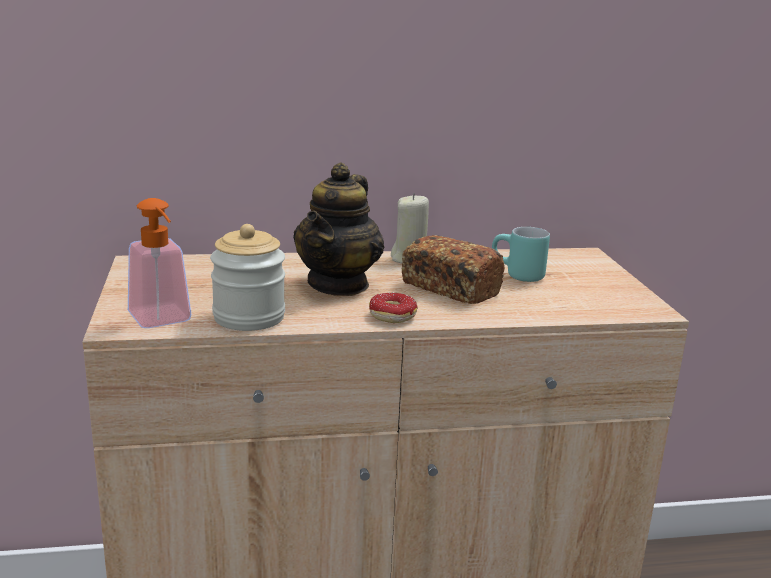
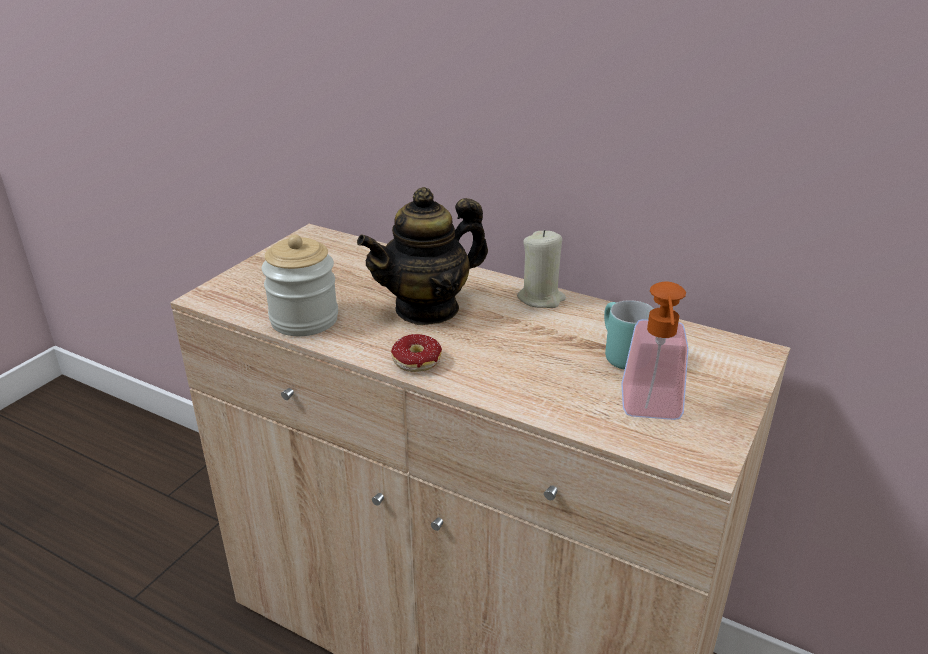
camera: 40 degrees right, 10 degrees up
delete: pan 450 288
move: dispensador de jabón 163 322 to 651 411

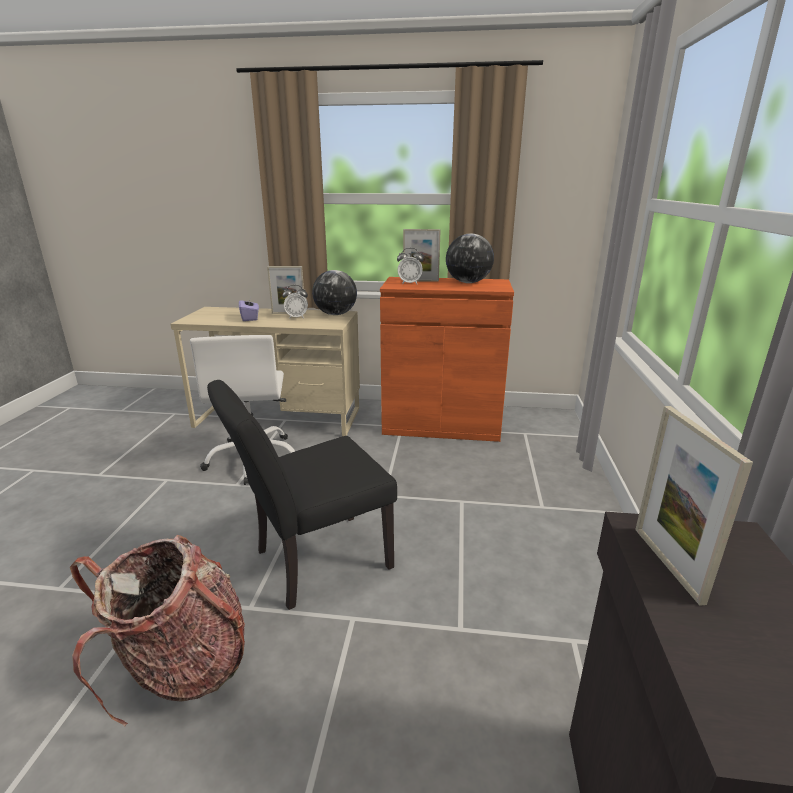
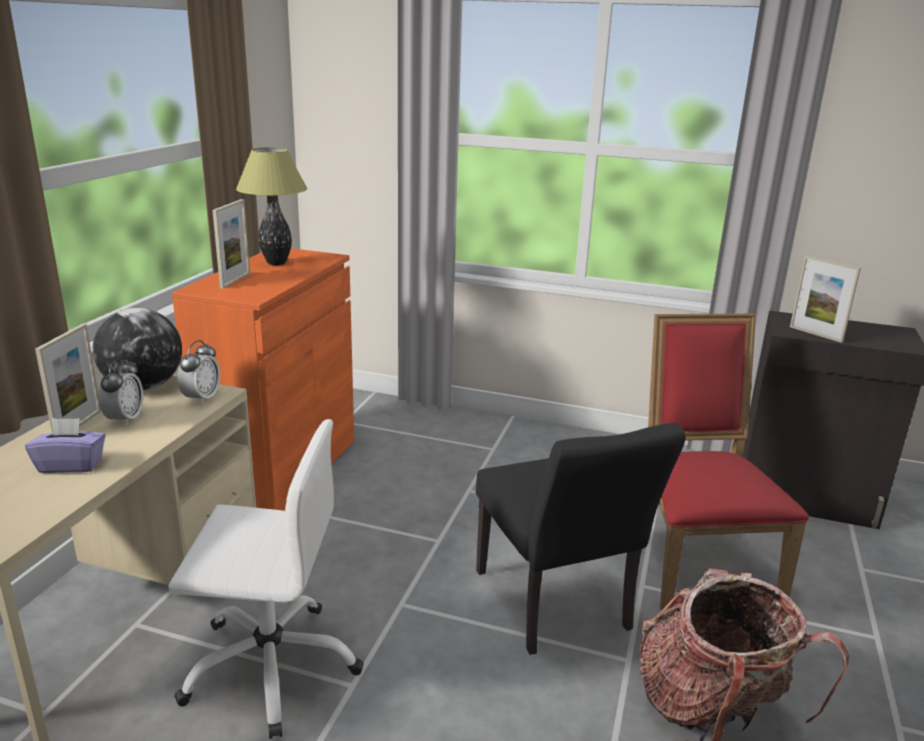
camera: 80 degrees left, 0 degrees up
insert: silla [rojo] 696 562
move: despertador 410 283 to 201 398
replace: globo terráqueo 468 282 to lámpara de mesa 276 263
rotate: portarretratos 667 563 = 815 334 45 degrees clockwise

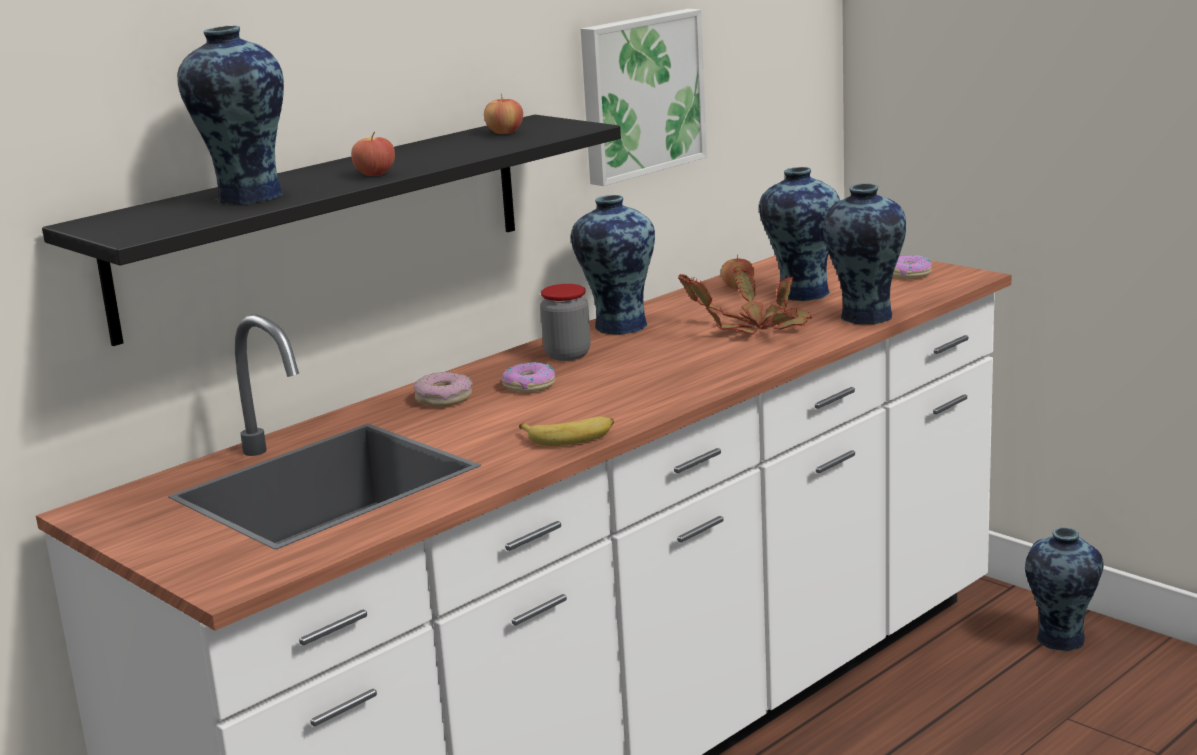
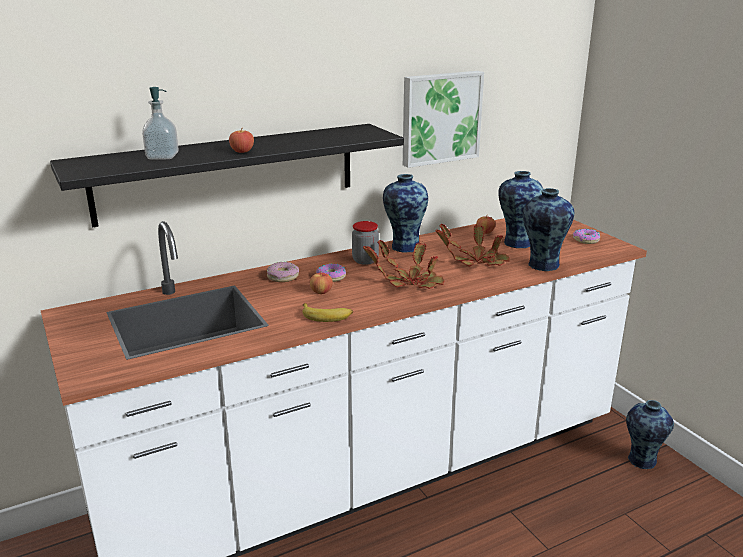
camera: 15 degrees right, 5 degrees up
insert: planta en maceta 410 282
move: manzana 505 132 to 321 292
replace: florero 245 197 to dispensador de jabón 162 157

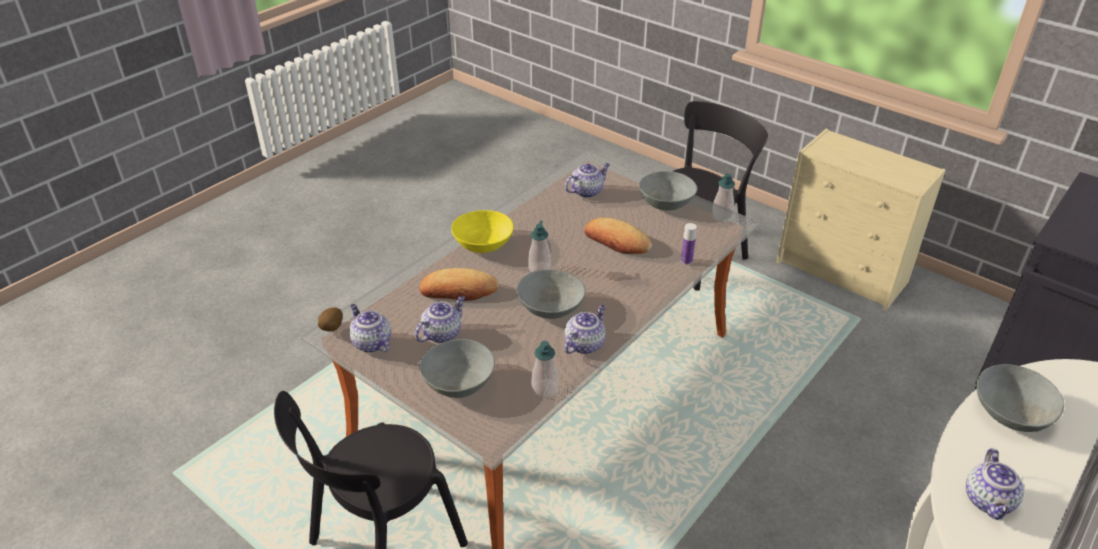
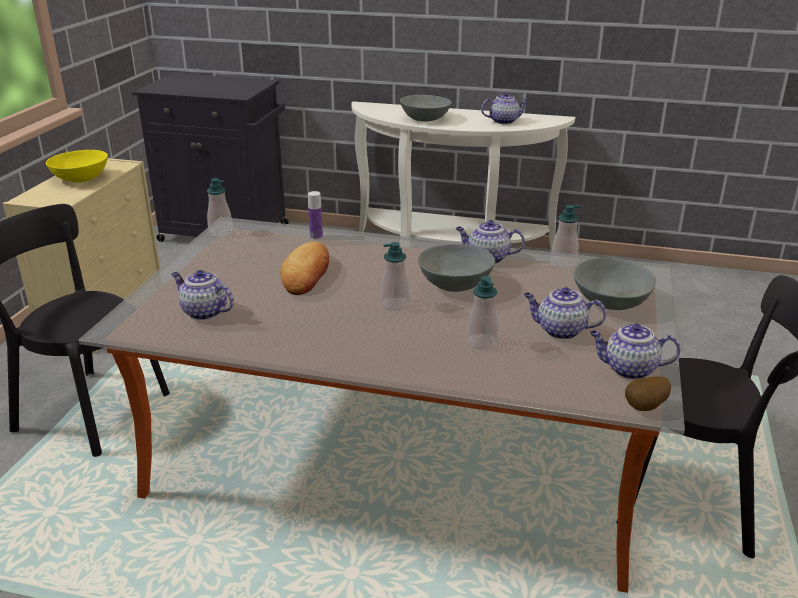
camera: 115 degrees left, 10 degrees down
delete: cuenco [gris] 666 203
move: cuenco [amarillo] 483 245 to 82 178
replace: pan 459 290 to dispensador de jabón 482 342
rotate: tetera 371 343 = 628 369 75 degrees clockwise

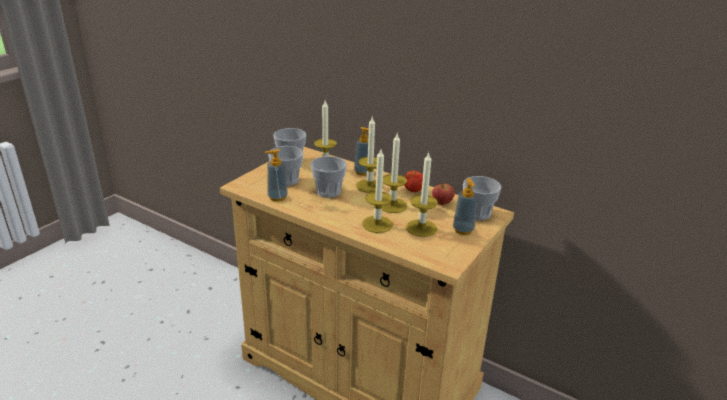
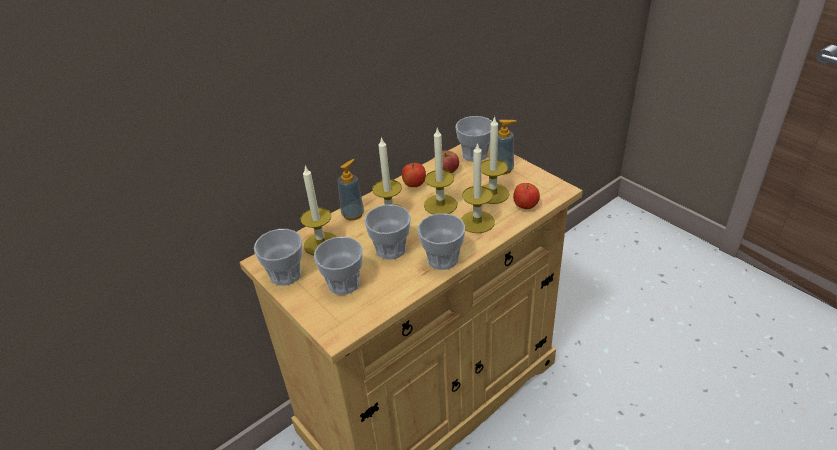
camera: 70 degrees left, 10 degrees up
delete: dispensador de jabón 277 197
insert: taza 442 259; manzana 525 206

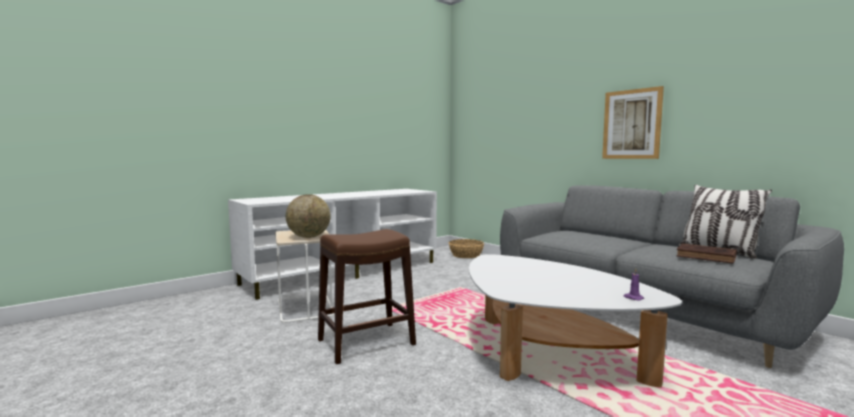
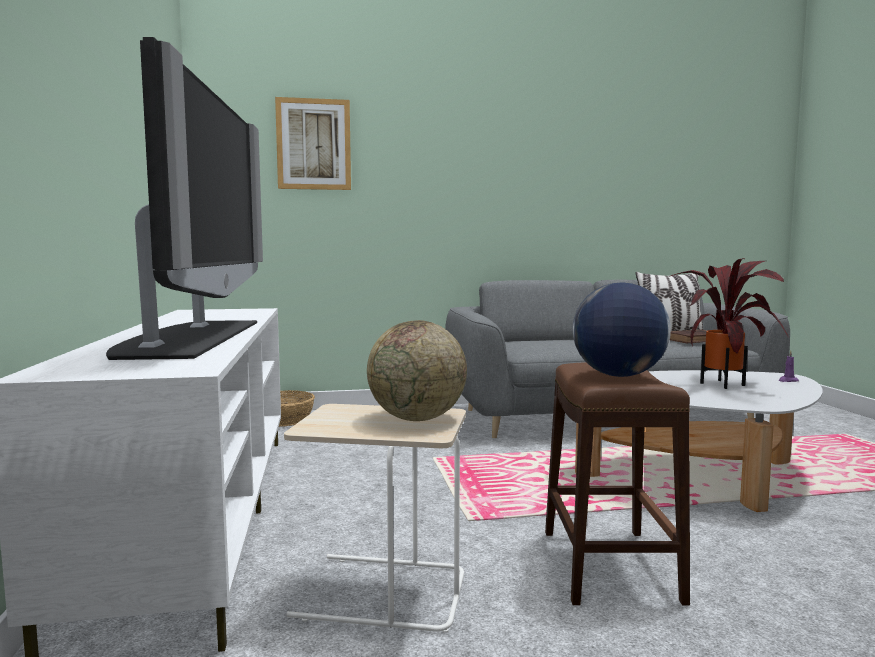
camera: 60 degrees left, 0 degrees up
insert: televisor 191 337; globo terráqueo 618 376; planta en maceta 727 384
move: cuadro 631 124 to 313 144

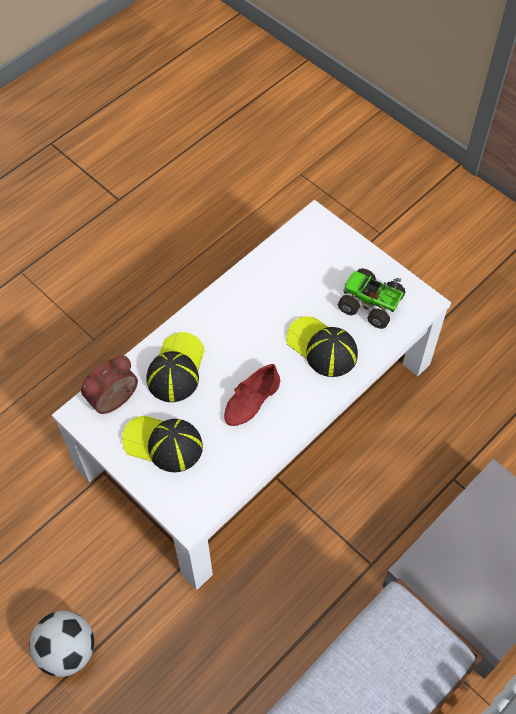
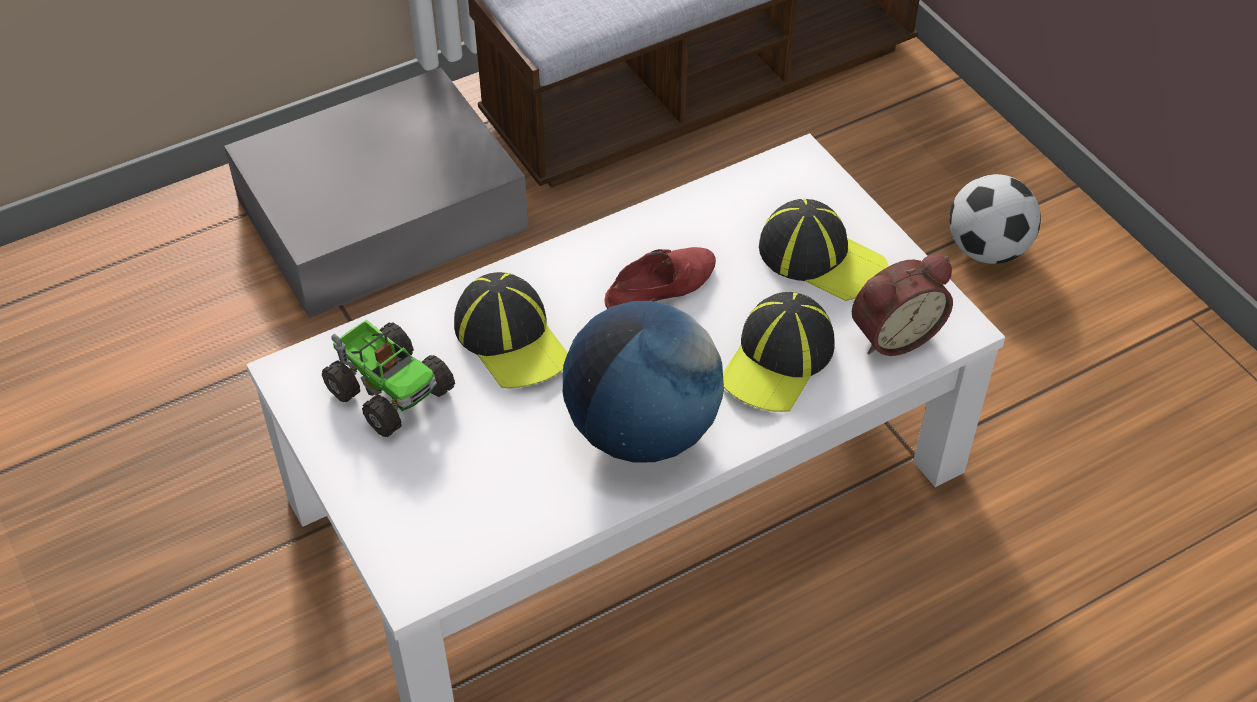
camera: 165 degrees left, 10 degrees down
insert: globo terráqueo 642 430

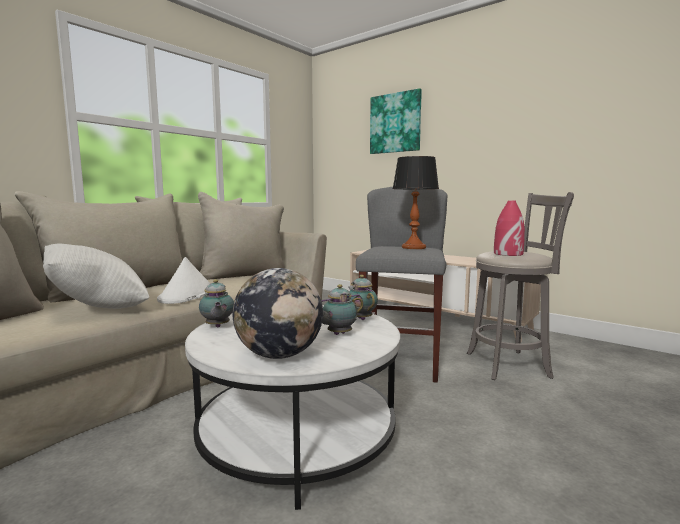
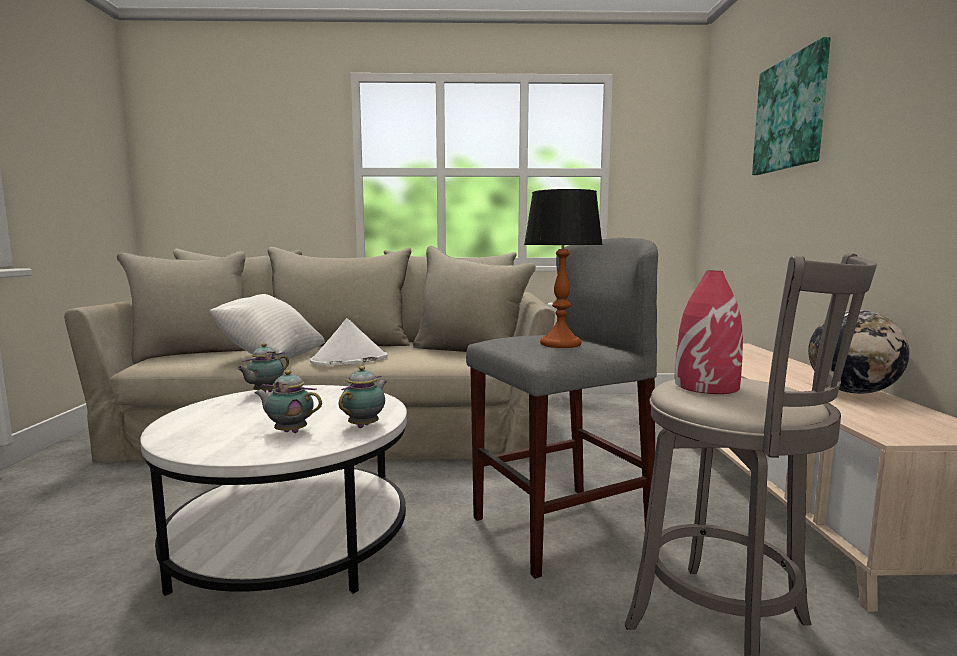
camera: 50 degrees right, 0 degrees up
move: globo terráqueo 279 355 to 852 392

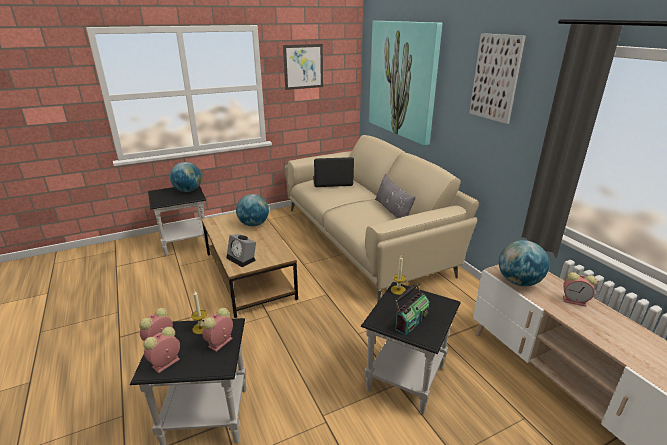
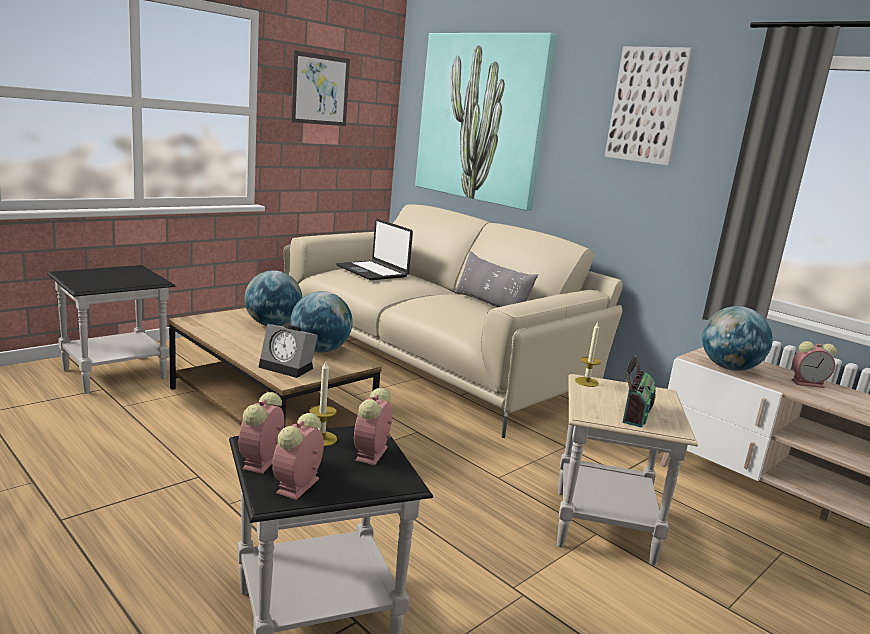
camera: 20 degrees left, 10 degrees down
move: globo terráqueo 188 190 to 320 350
recolor: mesa auxiliar [negro] 405 378 to mesa auxiliar [beis] 602 525
rotate: portátil 332 182 = 372 271 105 degrees counterclockwise

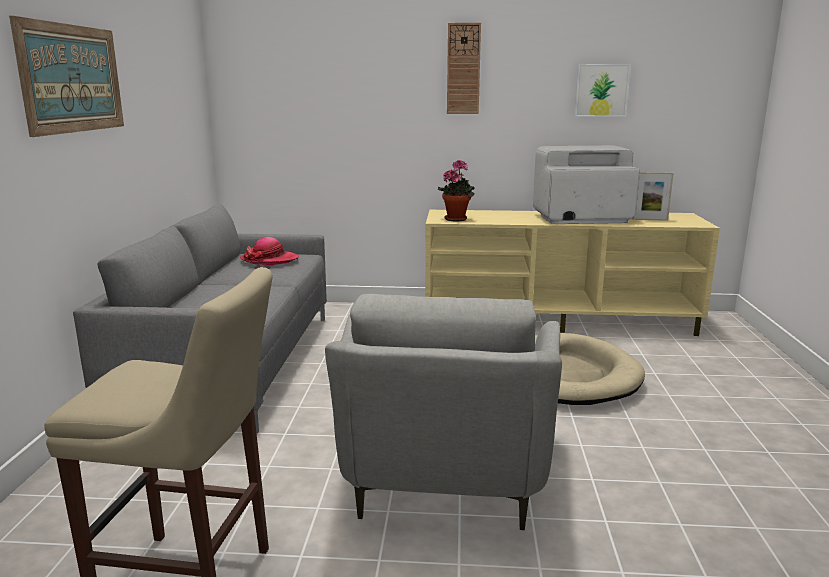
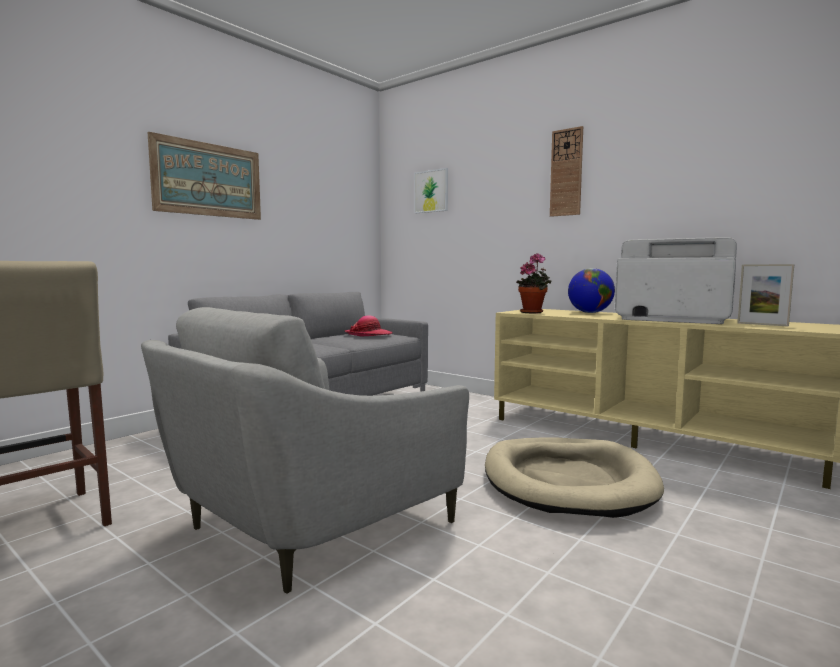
camera: 35 degrees right, 10 degrees down
insert: globo terráqueo 590 312
move: cuadro 601 90 to 431 191

